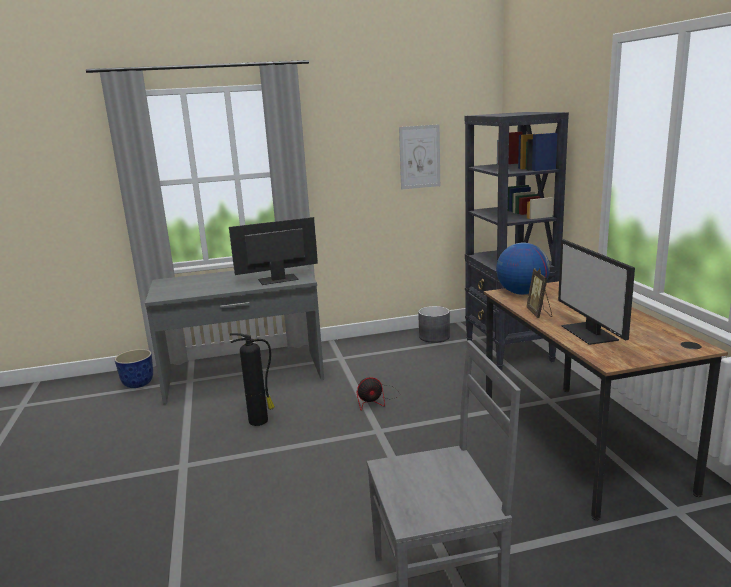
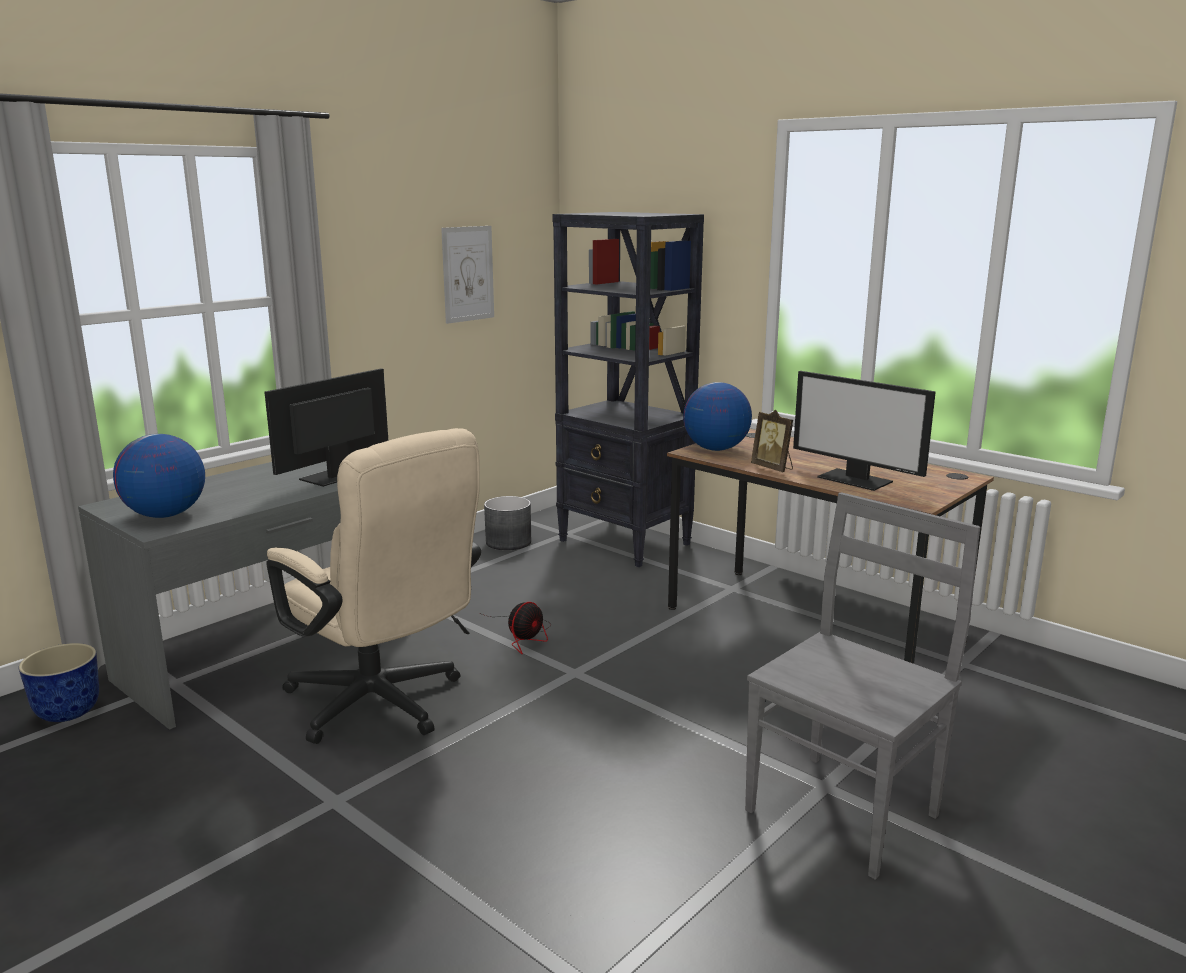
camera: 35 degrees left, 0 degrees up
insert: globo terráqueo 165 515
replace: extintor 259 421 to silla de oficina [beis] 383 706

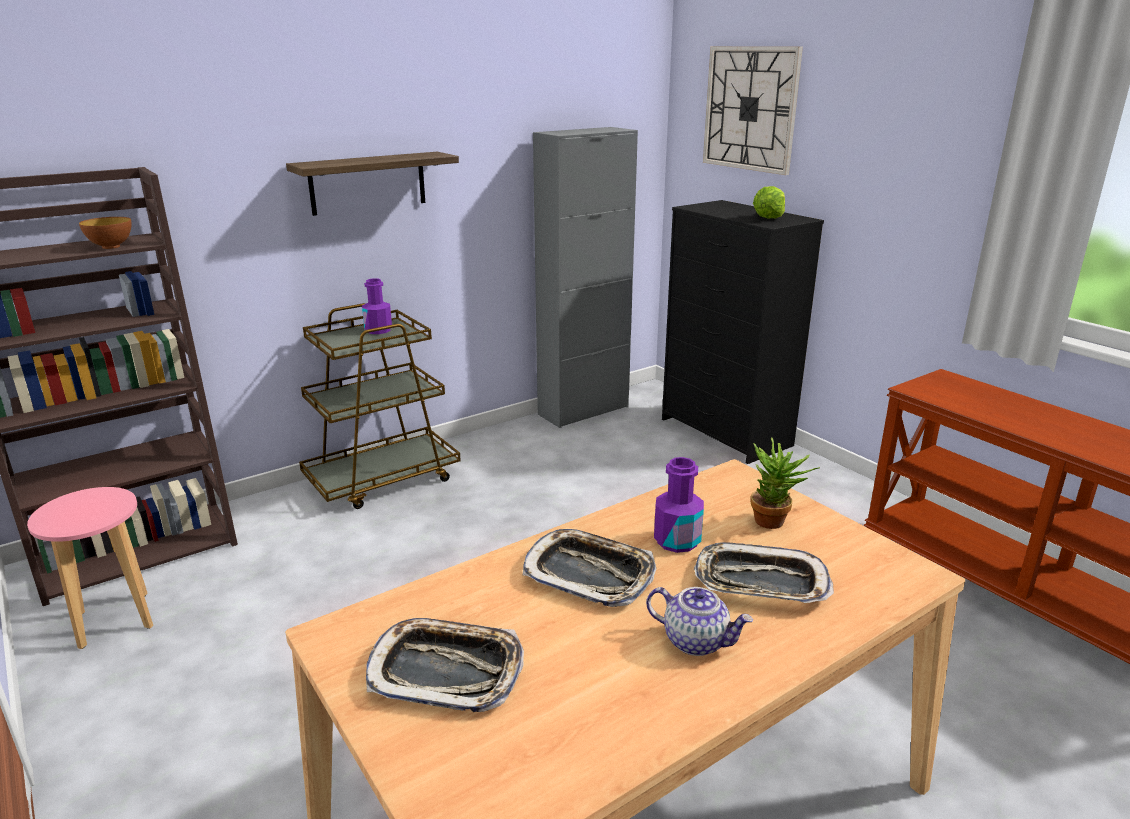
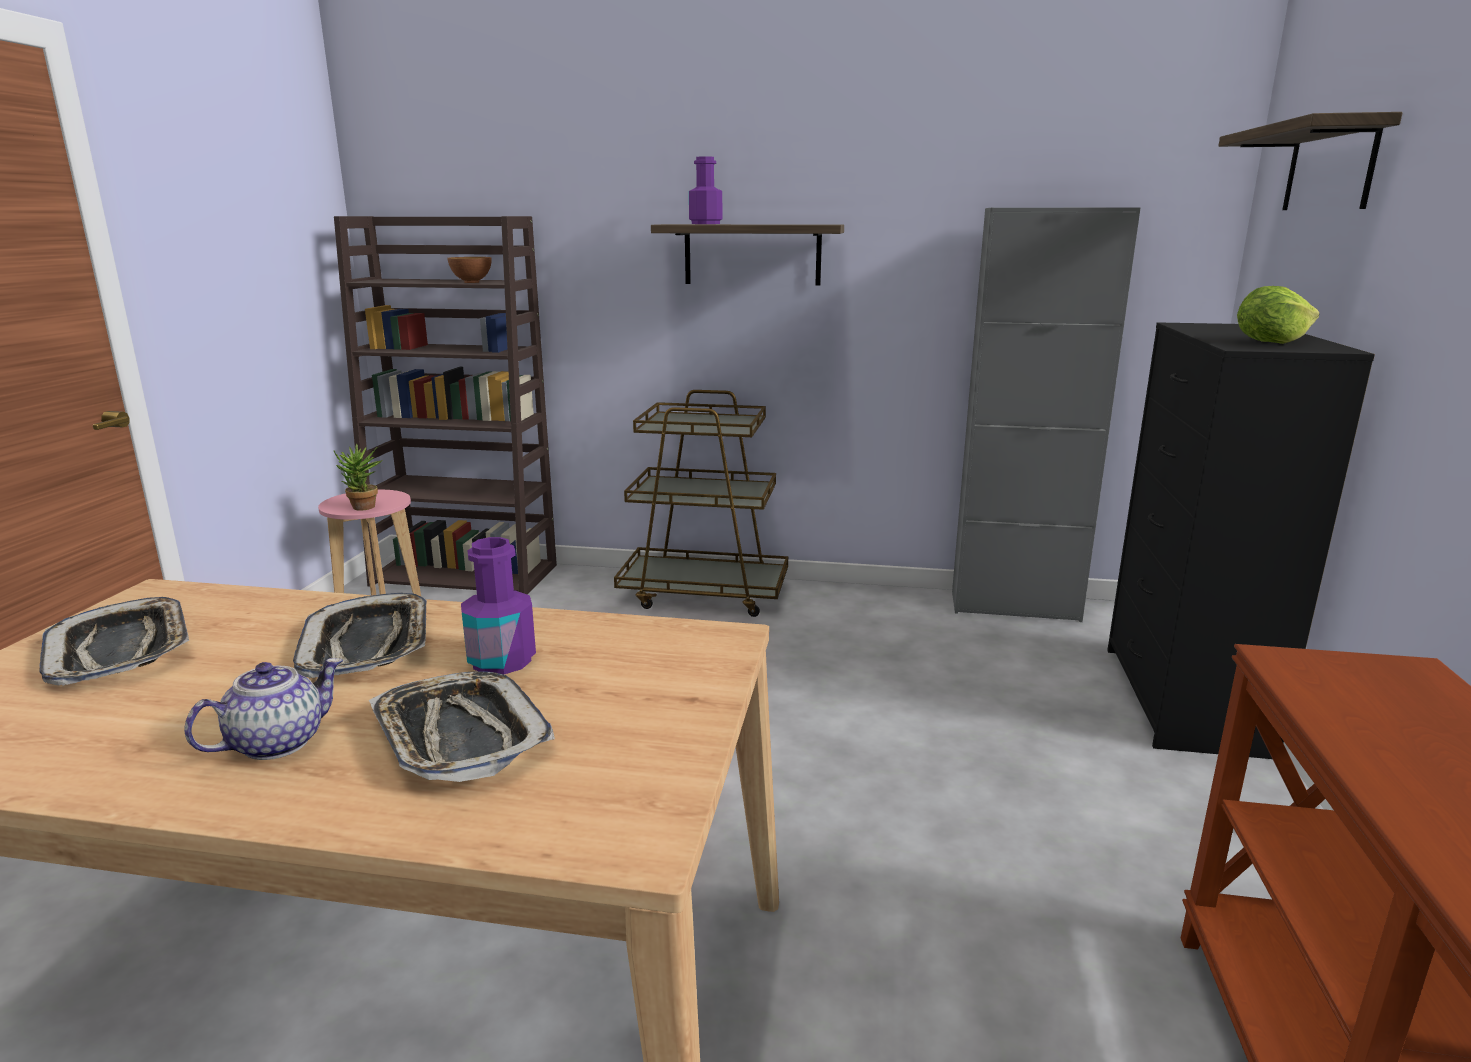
camera: 45 degrees right, 5 degrees down
move: planta en maceta 775 523 to 363 508; botella [morado] 378 330 to 705 224
replace: reloj de pared 750 109 to estante 1329 168
rotate: tetera 696 641 = 277 742 120 degrees counterclockwise

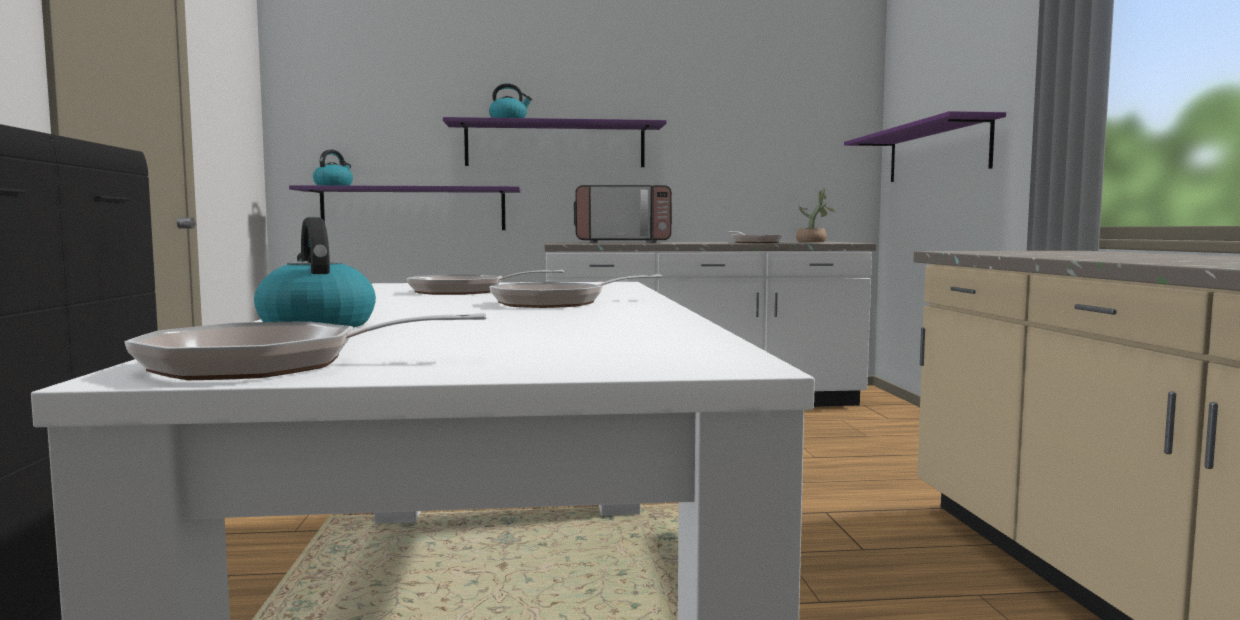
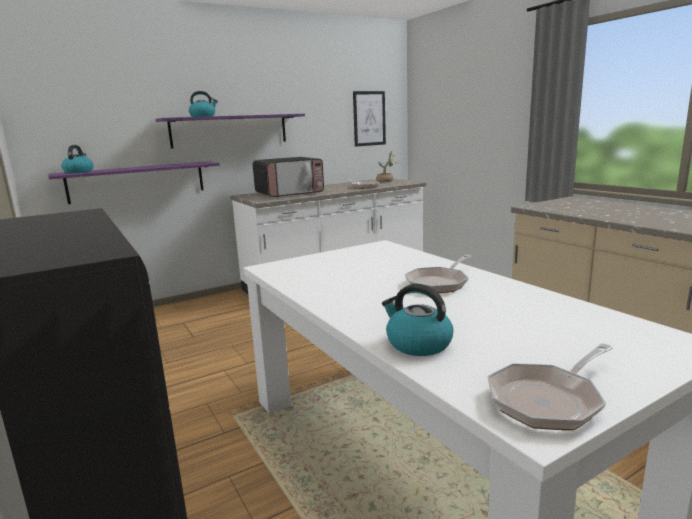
camera: 25 degrees left, 10 degrees up
delete: sartén 465 291; estante [morado] 936 152
insert: cuadro 369 118

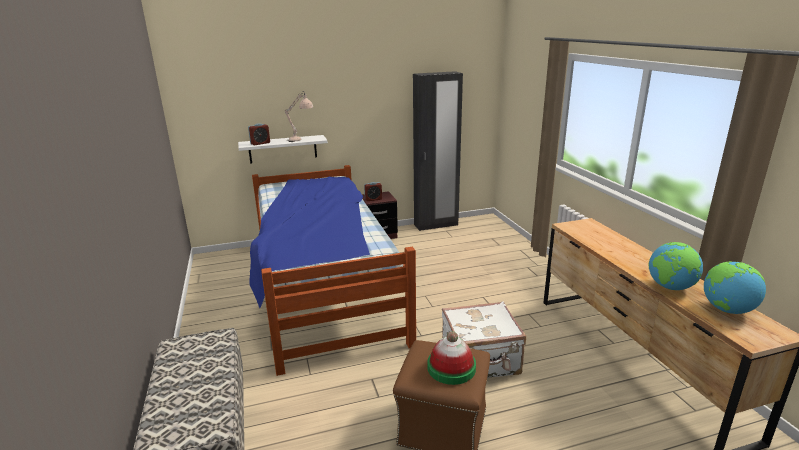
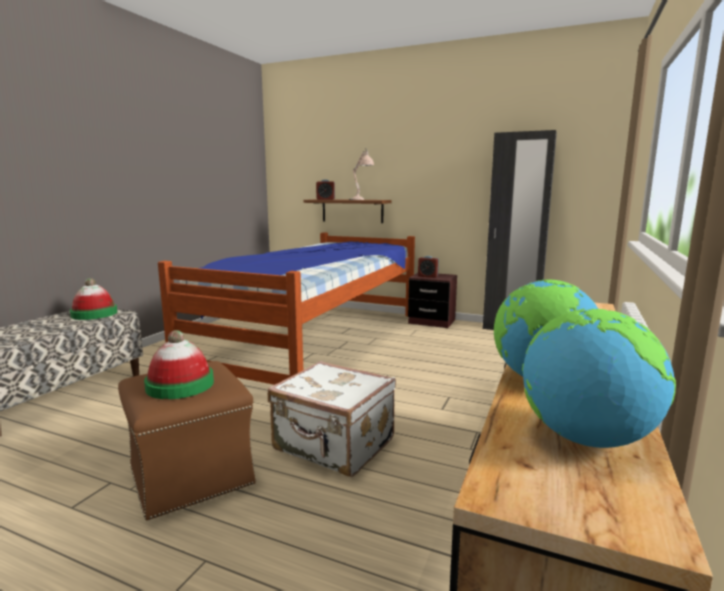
camera: 40 degrees right, 10 degrees down
insert: sombrero 94 314
recolor: estante [blanco] 283 149 to estante [marrón] 352 211

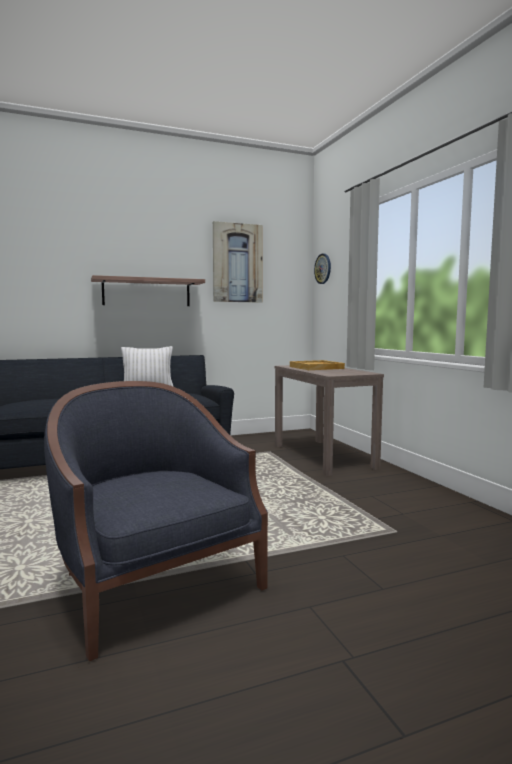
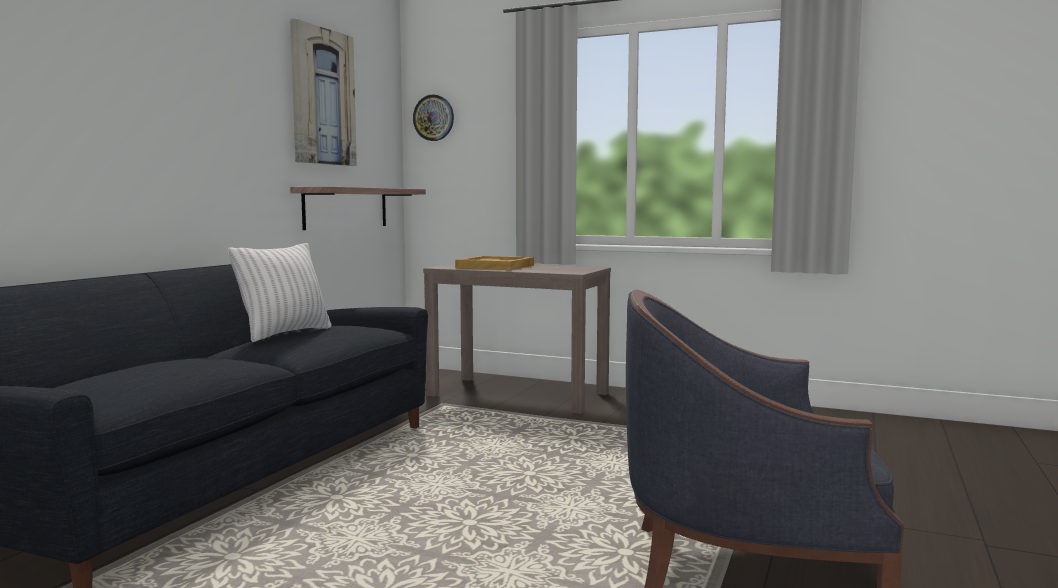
camera: 45 degrees left, 0 degrees up
move: estante 146 292 to 346 208

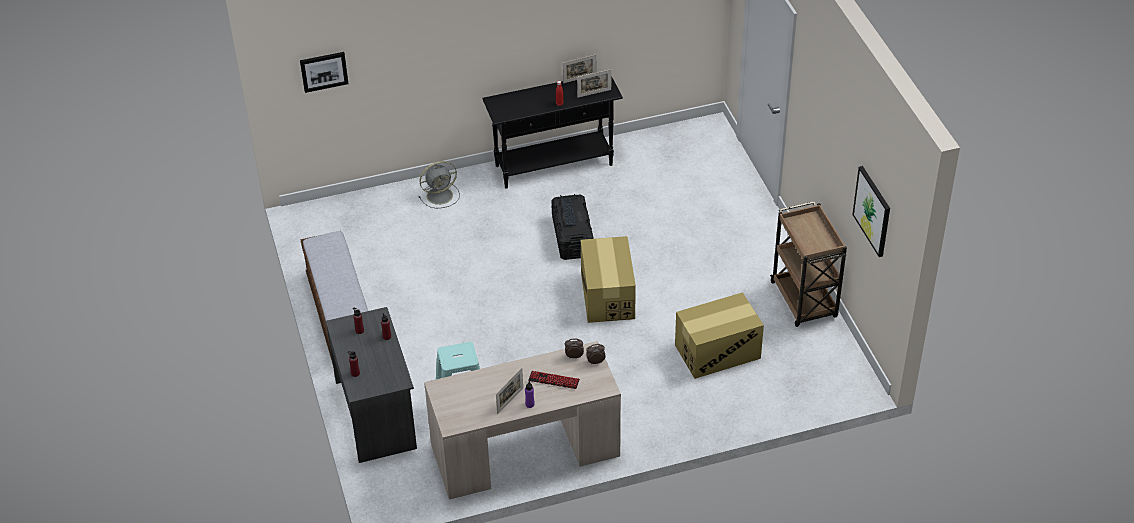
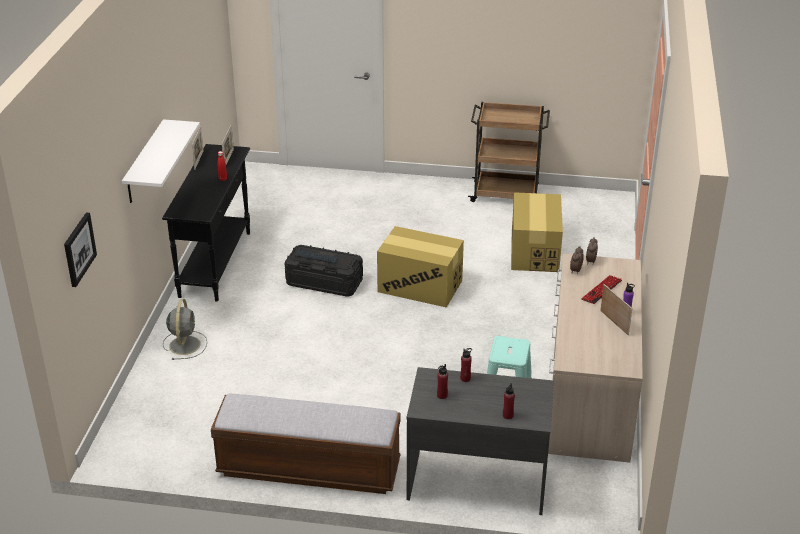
camera: 65 degrees left, 10 degrees down
delete: cuadro 872 211
insert: estante [blanco] 145 162

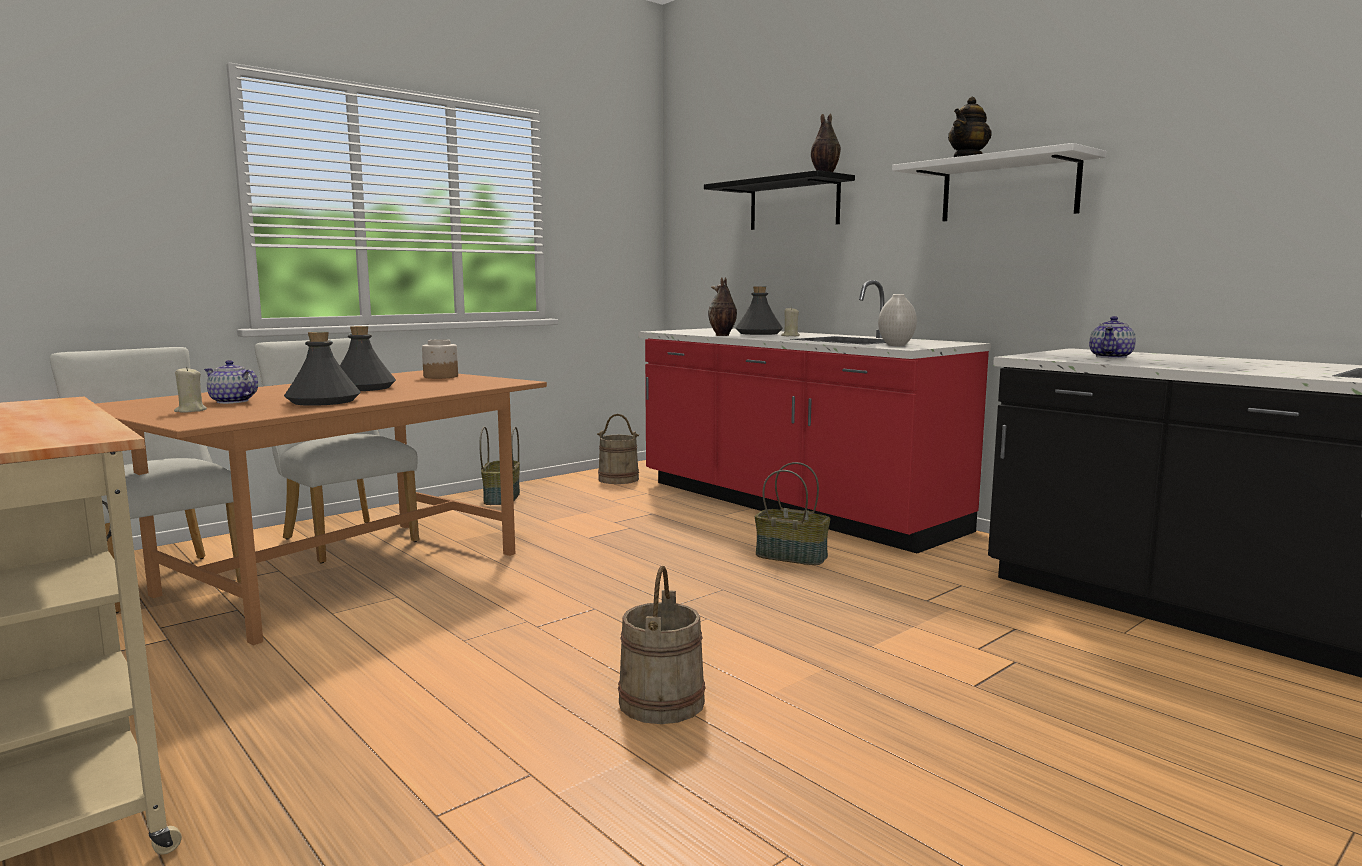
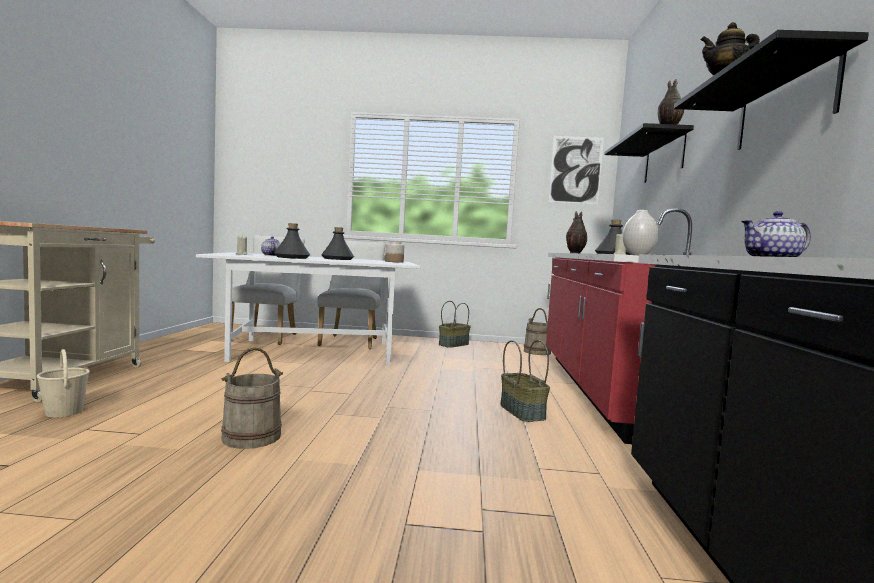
camera: 45 degrees right, 5 degrees down
insert: cubo [beis] 64 412; cuadro 575 170
recolor: mesa de comedor [marrón] 344 574 to mesa de comedor [blanco] 313 351; estante [blanco] 1008 189 to estante [negro] 784 105

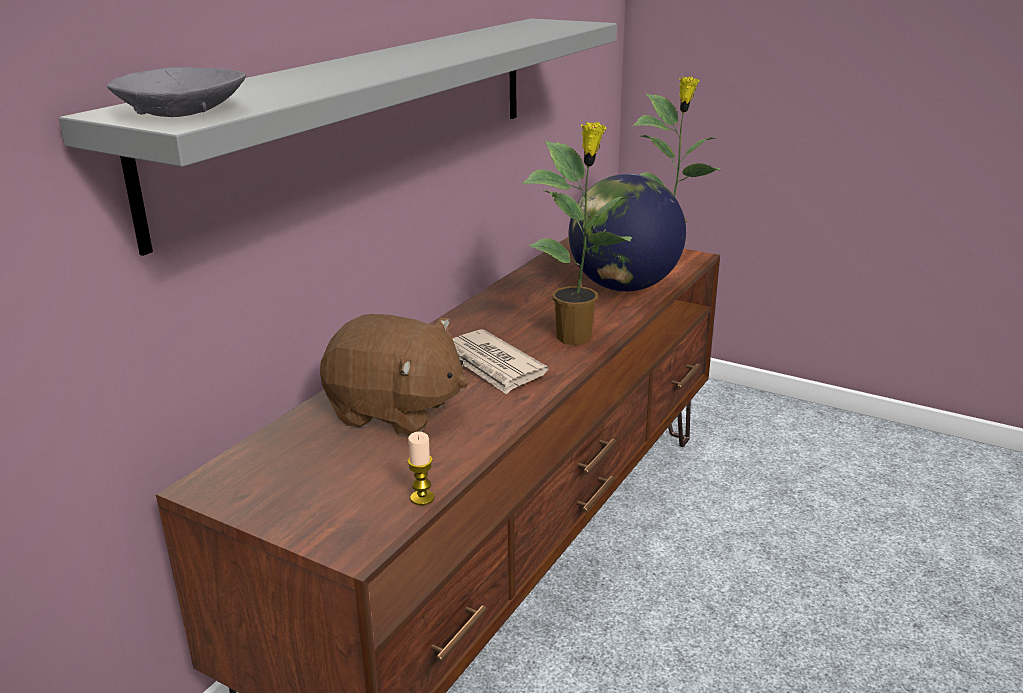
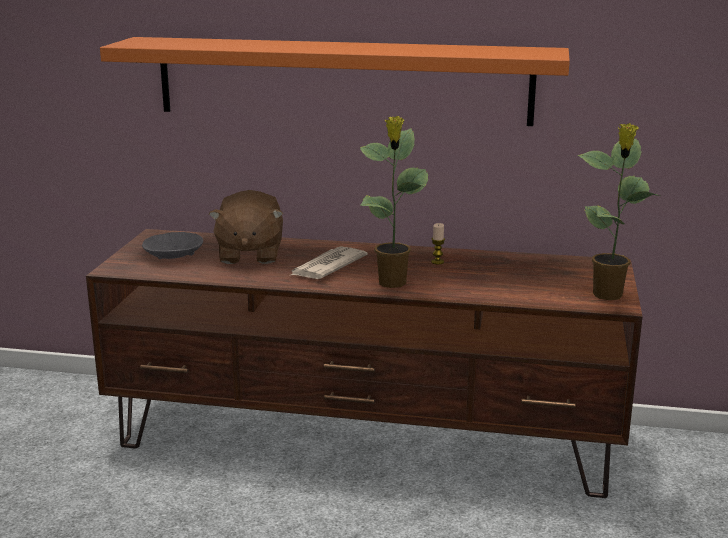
camera: 70 degrees right, 5 degrees down
delete: globo terráqueo 624 287
move: cuenco [gris] 181 112 to 173 255; vela 422 498 to 437 262
recolor: estante [gris] 366 113 to estante [naranja] 342 80

